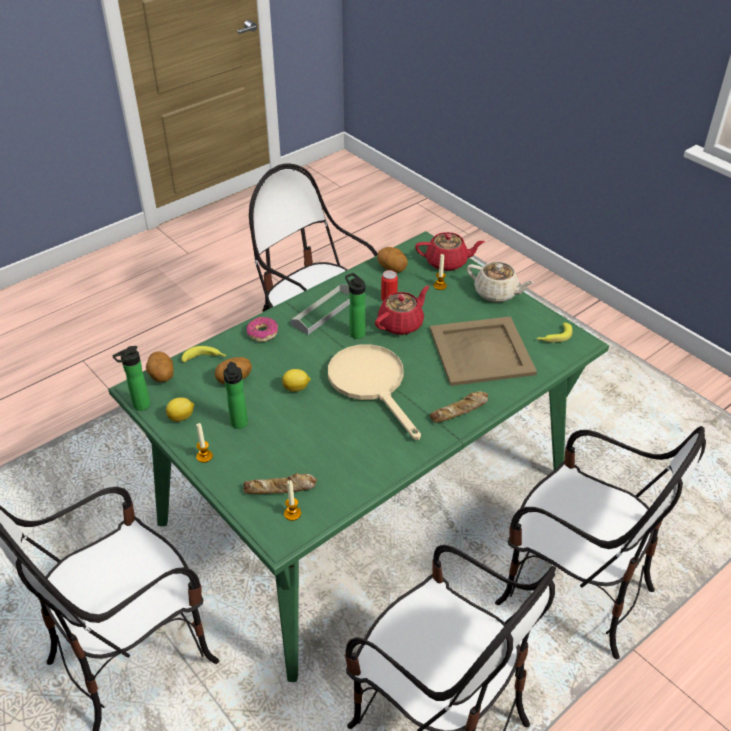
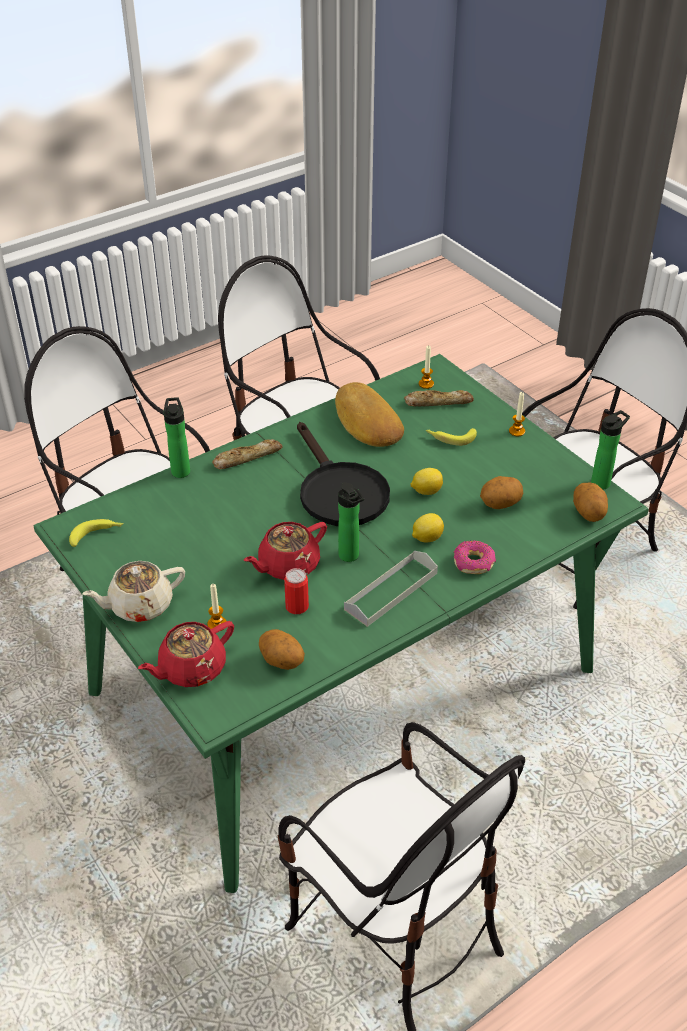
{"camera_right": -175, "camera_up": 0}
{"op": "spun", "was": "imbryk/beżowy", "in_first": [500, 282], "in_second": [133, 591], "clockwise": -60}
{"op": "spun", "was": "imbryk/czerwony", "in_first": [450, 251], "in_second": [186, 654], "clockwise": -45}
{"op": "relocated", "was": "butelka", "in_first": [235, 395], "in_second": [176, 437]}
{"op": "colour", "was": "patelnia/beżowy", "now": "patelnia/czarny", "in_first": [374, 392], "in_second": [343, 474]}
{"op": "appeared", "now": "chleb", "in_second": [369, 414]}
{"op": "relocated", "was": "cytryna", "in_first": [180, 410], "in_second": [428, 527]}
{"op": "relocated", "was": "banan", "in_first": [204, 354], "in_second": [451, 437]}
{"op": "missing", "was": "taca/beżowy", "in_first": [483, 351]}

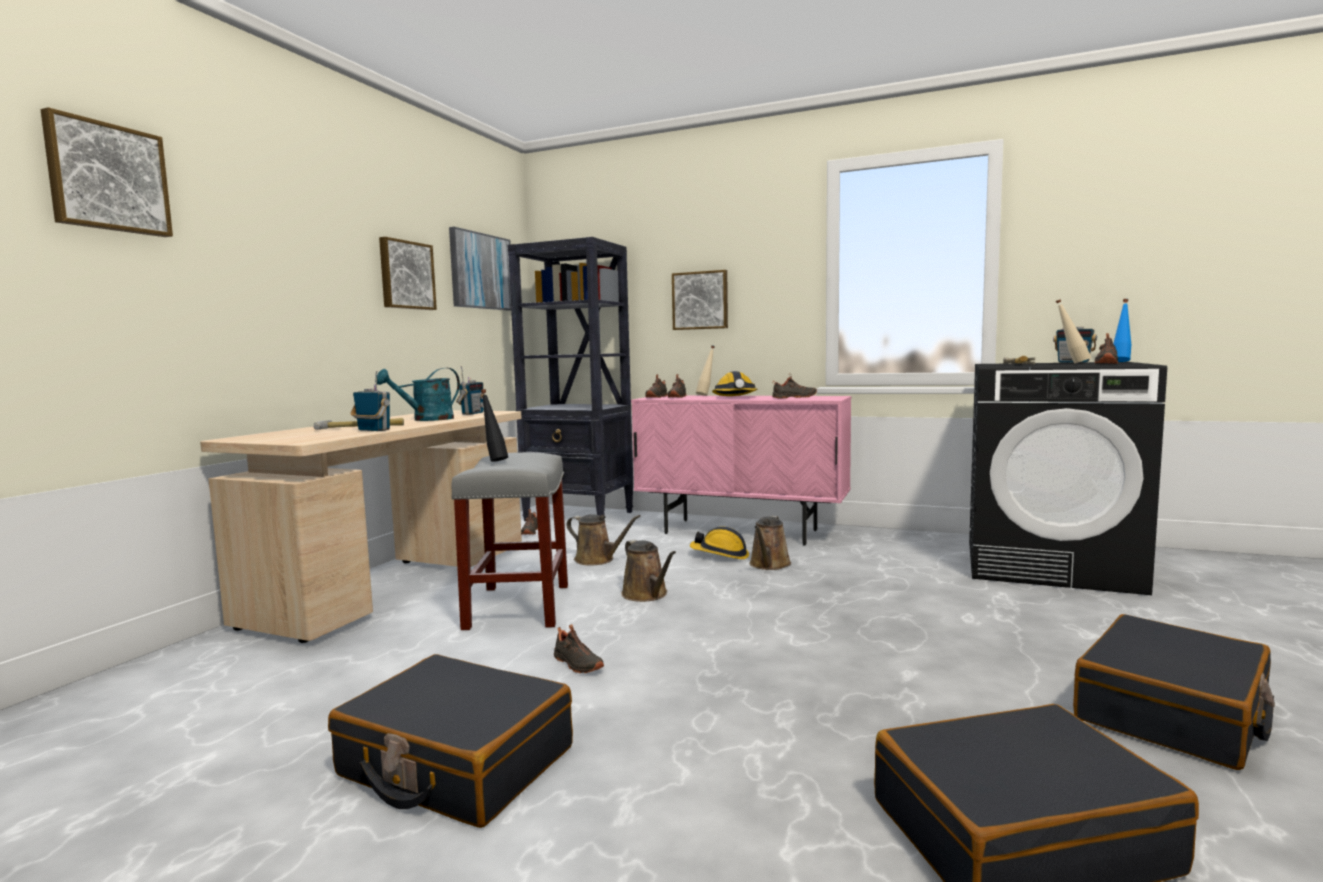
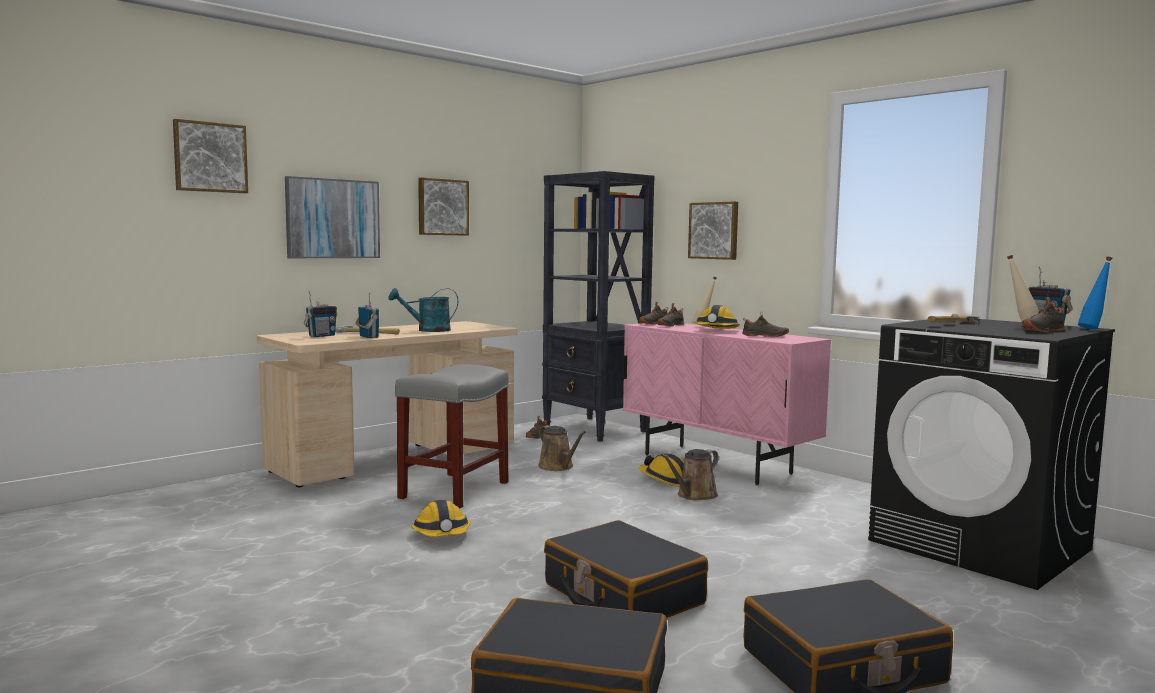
{"camera_right": 25, "camera_up": 0}
{"op": "relocated", "was": "obraz", "in_first": [480, 269], "in_second": [332, 217]}
{"op": "relocated", "was": "radio", "in_first": [470, 390], "in_second": [321, 314]}
{"op": "exchanged", "was": "but/czarny", "now": "kask", "in_first": [579, 648], "in_second": [441, 518]}
{"op": "relocated", "was": "walizka/czarny", "in_first": [450, 741], "in_second": [626, 569]}
{"op": "missing", "was": "butelka/czarny", "in_first": [494, 425]}
{"op": "missing", "was": "konewka/brązowy", "in_first": [648, 570]}

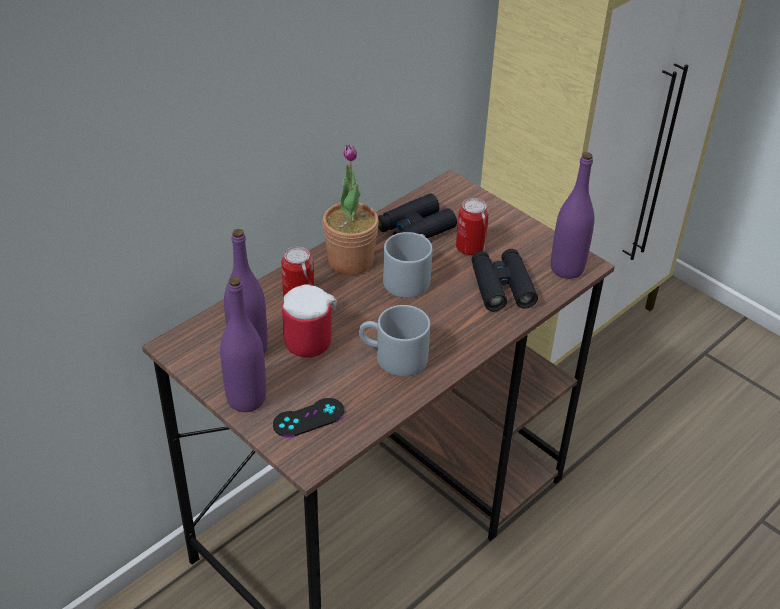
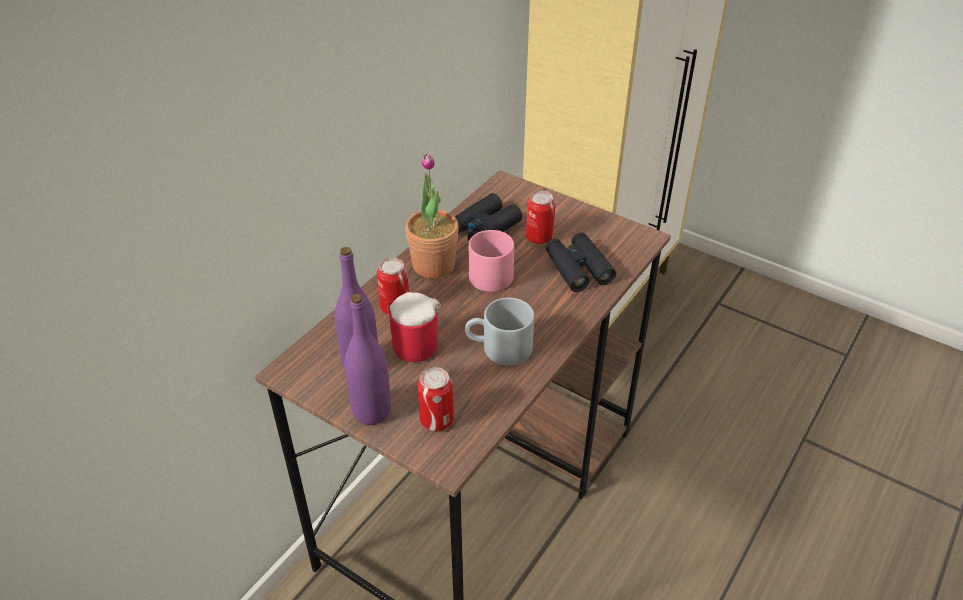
{"camera_right": -10, "camera_up": 0}
{"op": "exchanged", "was": "pad do gier/czarny", "now": "puszka", "in_first": [308, 417], "in_second": [436, 399]}
{"op": "colour", "was": "kubek/szary", "now": "kubek/różowy", "in_first": [407, 265], "in_second": [491, 261]}
{"op": "missing", "was": "butelka/fioletowy", "in_first": [572, 215]}

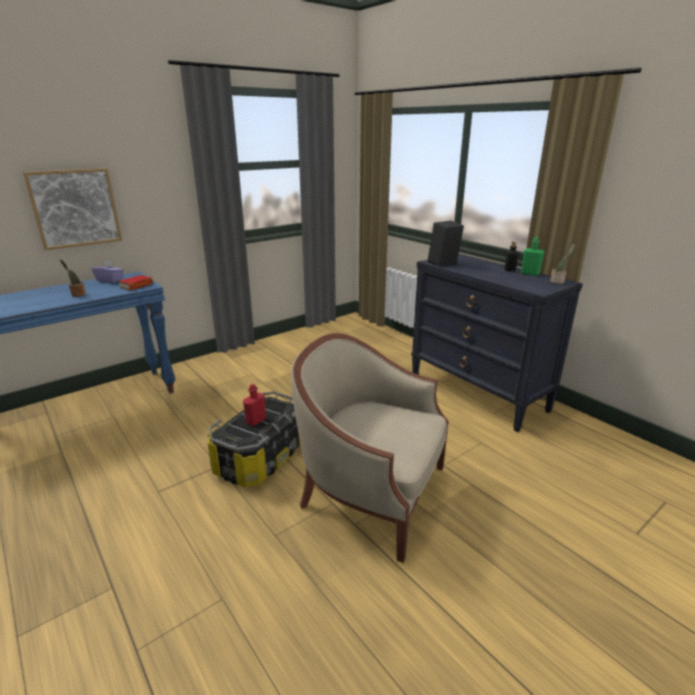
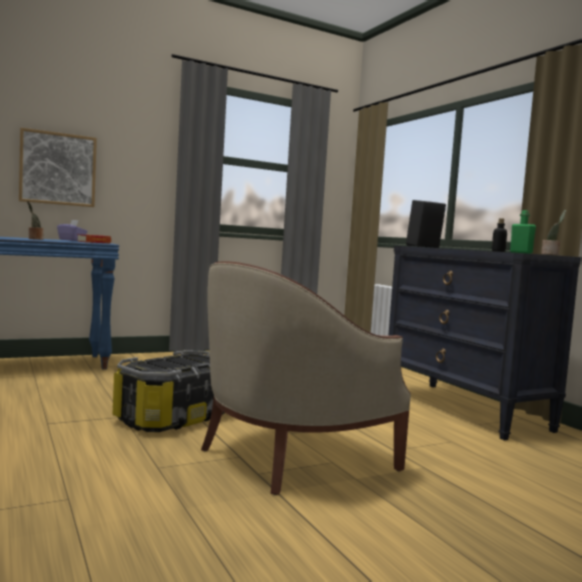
{"camera_right": 10, "camera_up": -20}
{"op": "spun", "was": "fotel/beżowy", "in_first": [370, 448], "in_second": [306, 378], "clockwise": -75}
{"op": "missing", "was": "butelka/czerwony", "in_first": [254, 405]}

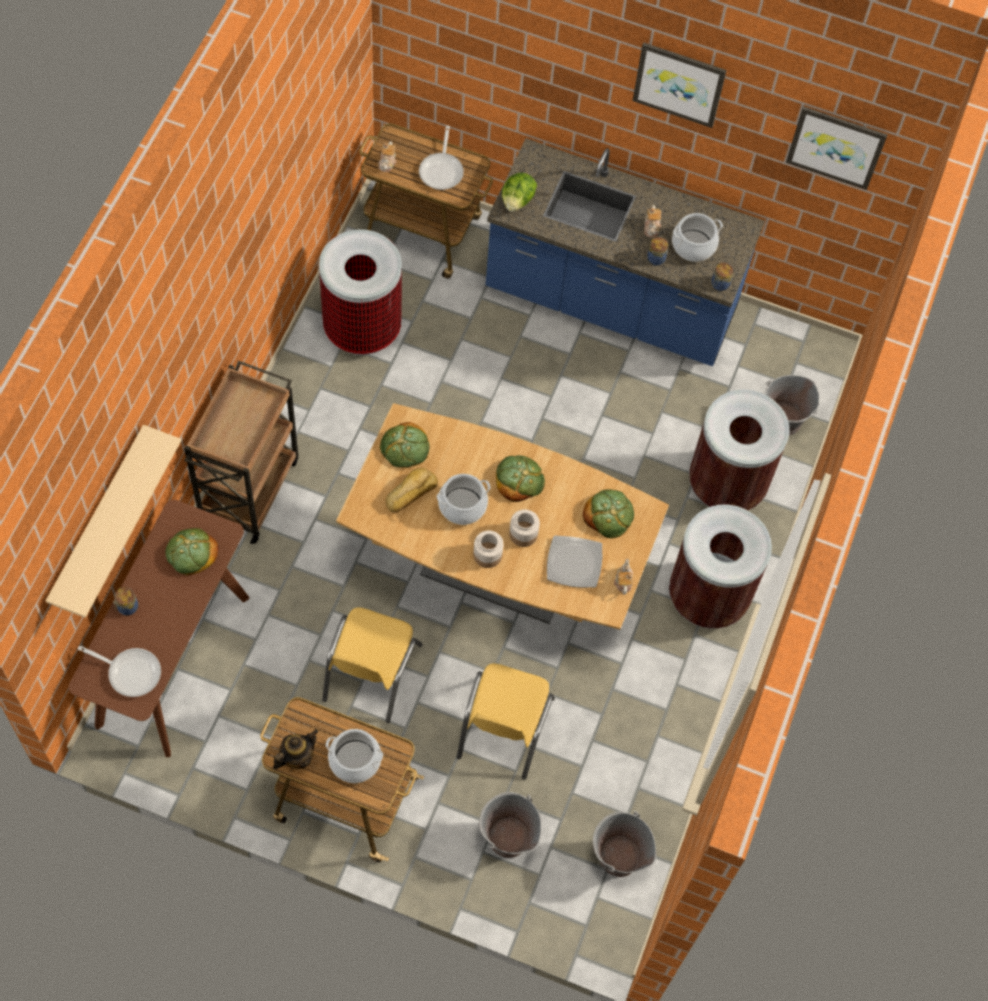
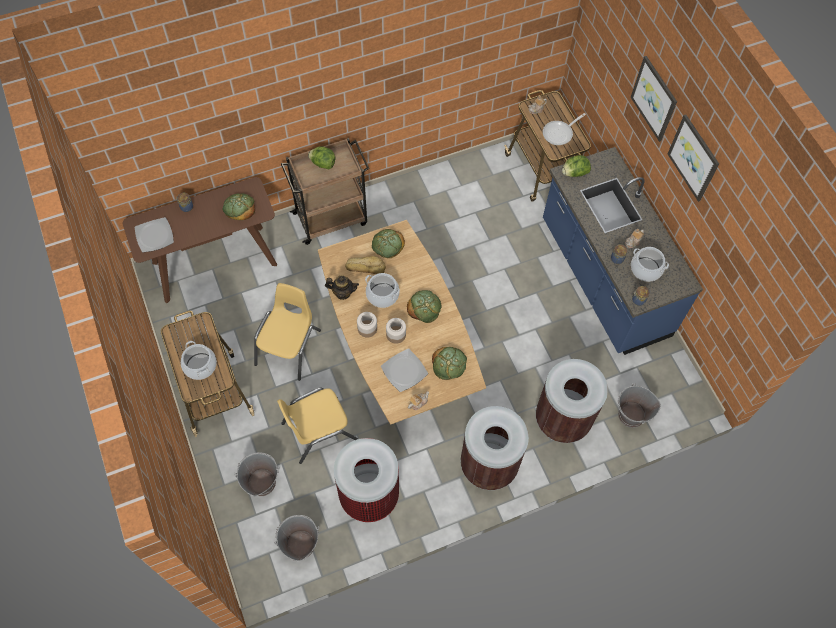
{"camera_right": 50, "camera_up": 0}
{"op": "exchanged", "was": "patelnia", "now": "talerz", "in_first": [119, 671], "in_second": [154, 234]}
{"op": "spun", "was": "krzesło/żółty", "in_first": [372, 665], "in_second": [287, 332], "clockwise": 135}
{"op": "appeared", "now": "sałata", "in_second": [321, 157]}
{"op": "relocated", "was": "imbryk", "in_first": [295, 749], "in_second": [342, 287]}
{"op": "relocated", "was": "kosz na śmieci", "in_first": [360, 292], "in_second": [366, 480]}
{"op": "relocated", "was": "obraz", "in_first": [837, 148], "in_second": [654, 99]}
{"op": "missing", "was": "półka/beżowy", "in_first": [113, 521]}

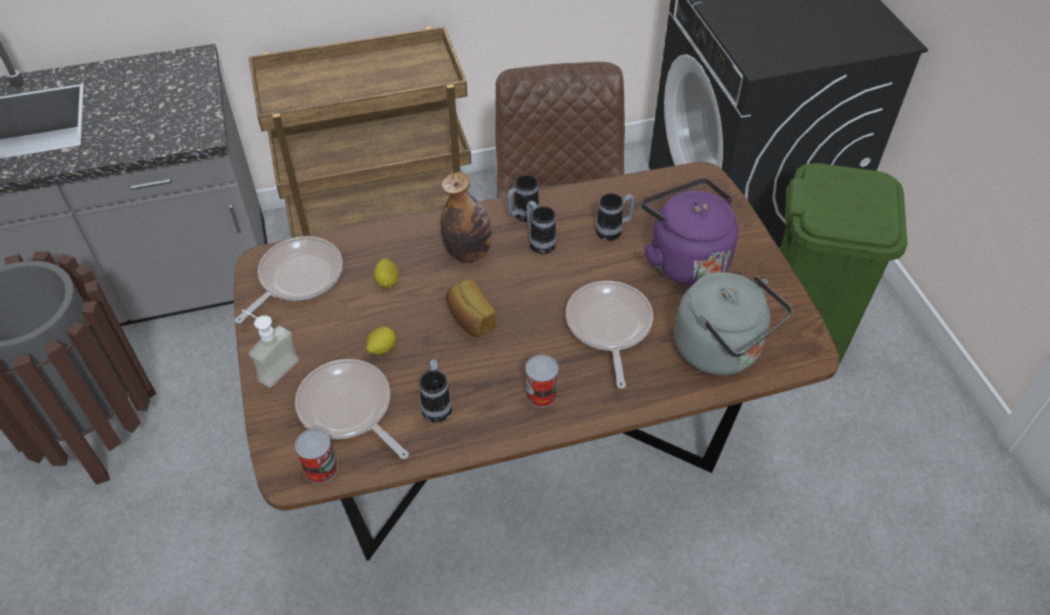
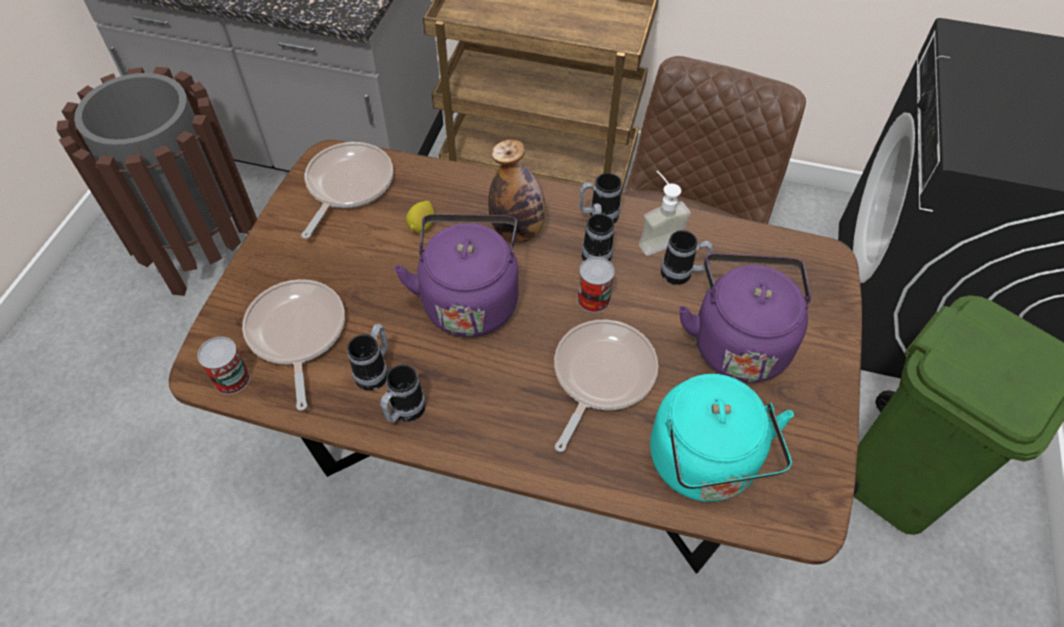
{"camera_right": 30, "camera_up": 5}
{"op": "spun", "was": "patelnia", "in_first": [289, 280], "in_second": [347, 190], "clockwise": -45}
{"op": "appeared", "now": "kubek", "in_second": [403, 394]}
{"op": "exchanged", "was": "chleb", "now": "czajnik/fioletowy", "in_first": [471, 308], "in_second": [456, 275]}
{"op": "relocated", "was": "puszka", "in_first": [541, 381], "in_second": [596, 285]}
{"op": "relocated", "was": "dozownik mydła", "in_first": [270, 349], "in_second": [665, 213]}
{"op": "colour", "was": "czajnik/szary", "now": "czajnik/turkusowy", "in_first": [733, 323], "in_second": [722, 438]}
{"op": "missing", "was": "cytryna", "in_first": [381, 340]}

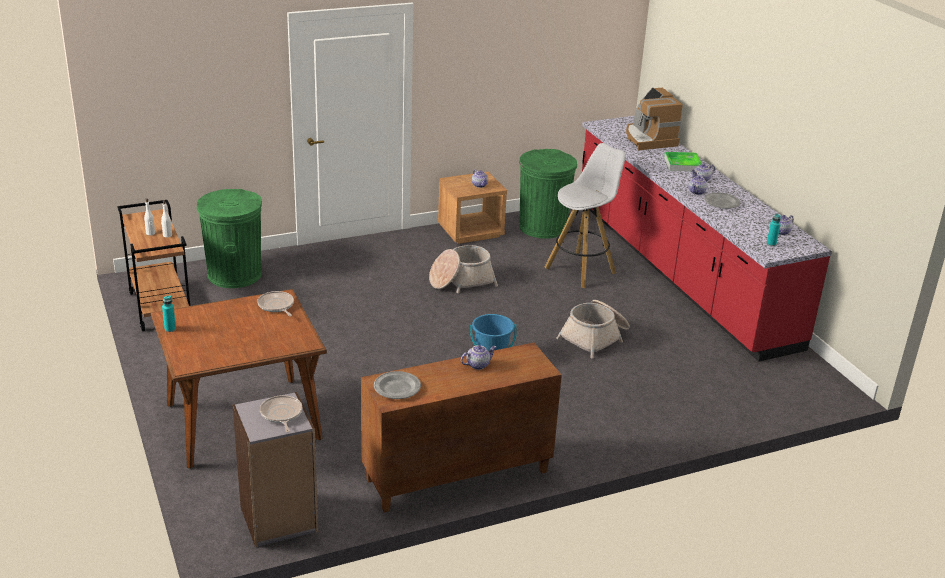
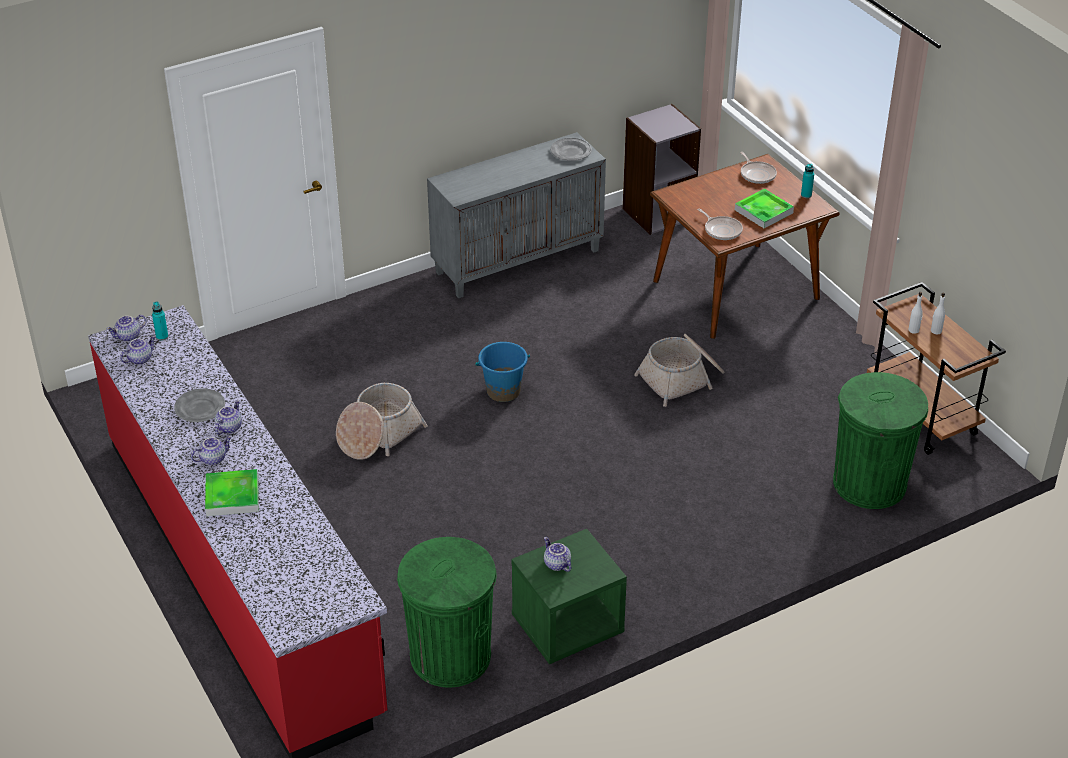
{"camera_right": 175, "camera_up": 10}
{"op": "relocated", "was": "imbryk", "in_first": [478, 357], "in_second": [126, 328]}
{"op": "colour", "was": "szafka/brązowy", "now": "szafka/szary", "in_first": [461, 427], "in_second": [516, 215]}
{"op": "colour", "was": "szafka nocna/brązowy", "now": "szafka nocna/zielony", "in_first": [472, 208], "in_second": [569, 596]}
{"op": "relocated", "was": "koszyk", "in_first": [463, 269], "in_second": [679, 370]}
{"op": "appeared", "now": "taca", "in_second": [764, 208]}
{"op": "relocated", "was": "patelnia", "in_first": [281, 413], "in_second": [758, 168]}
{"op": "missing", "was": "stołek/biały", "in_first": [585, 215]}
{"op": "missing", "was": "ekspres do kawy", "in_first": [654, 119]}

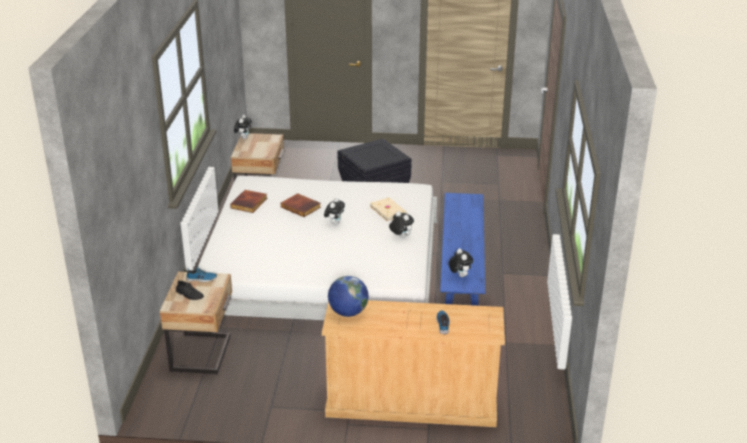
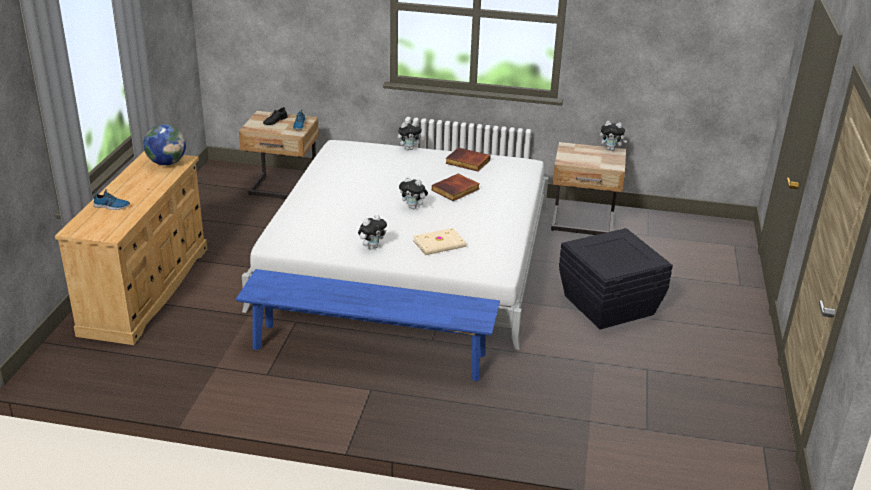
{"camera_right": 95, "camera_up": 0}
{"op": "relocated", "was": "pluszak", "in_first": [461, 262], "in_second": [411, 136]}

